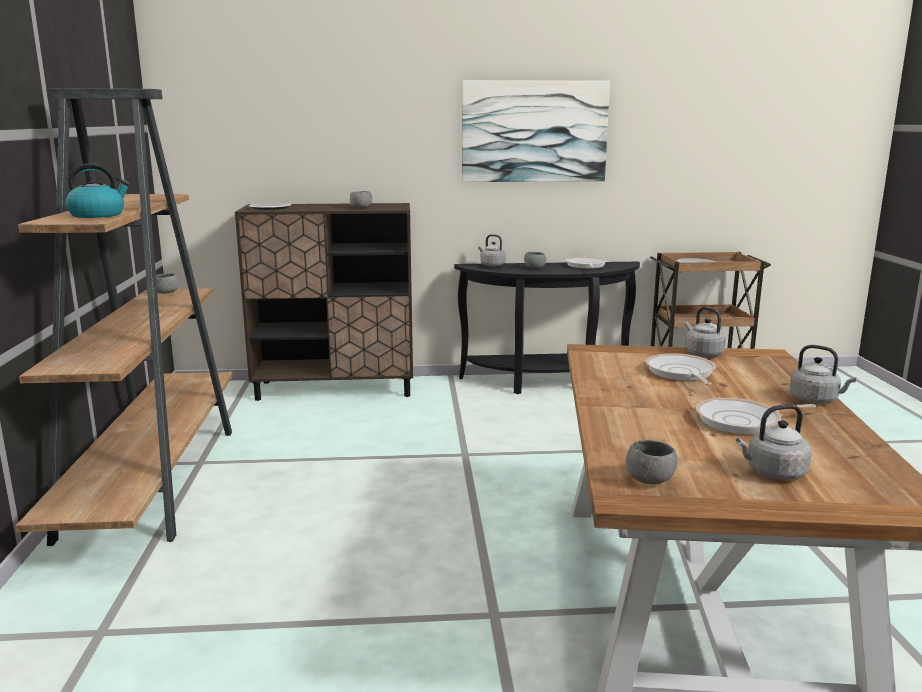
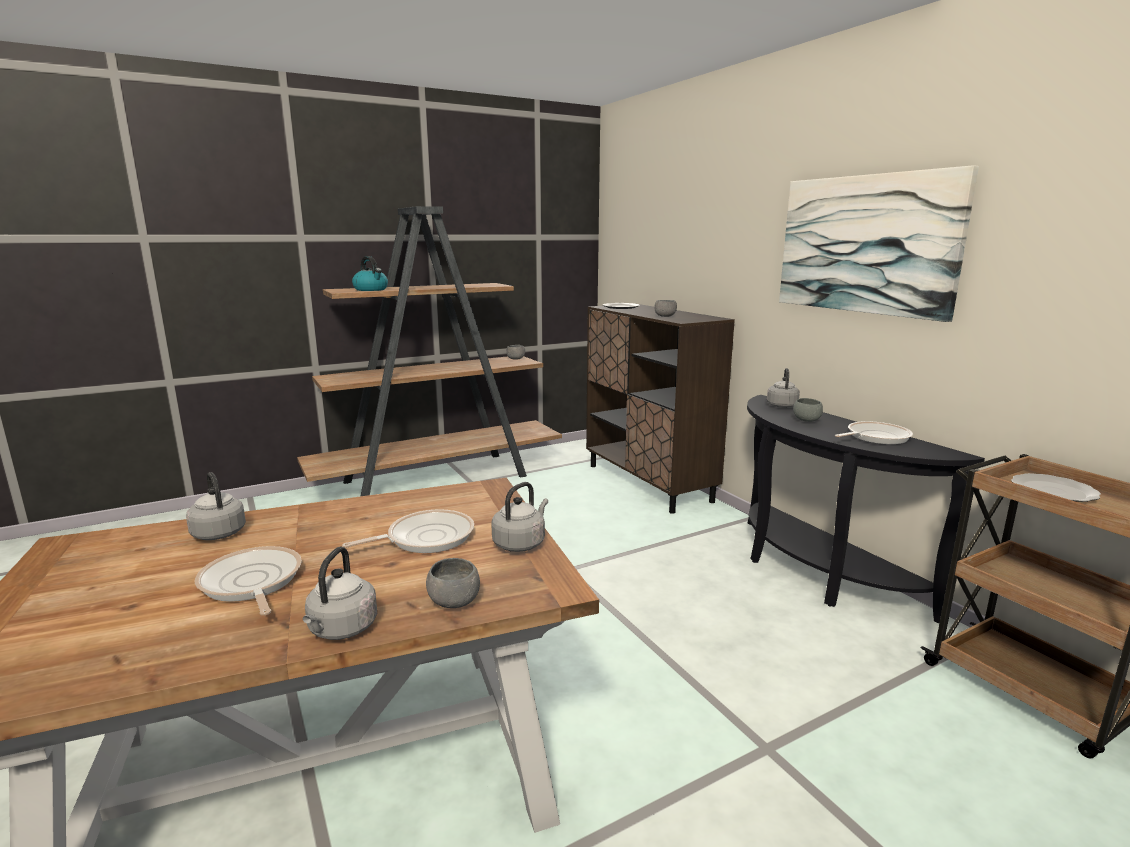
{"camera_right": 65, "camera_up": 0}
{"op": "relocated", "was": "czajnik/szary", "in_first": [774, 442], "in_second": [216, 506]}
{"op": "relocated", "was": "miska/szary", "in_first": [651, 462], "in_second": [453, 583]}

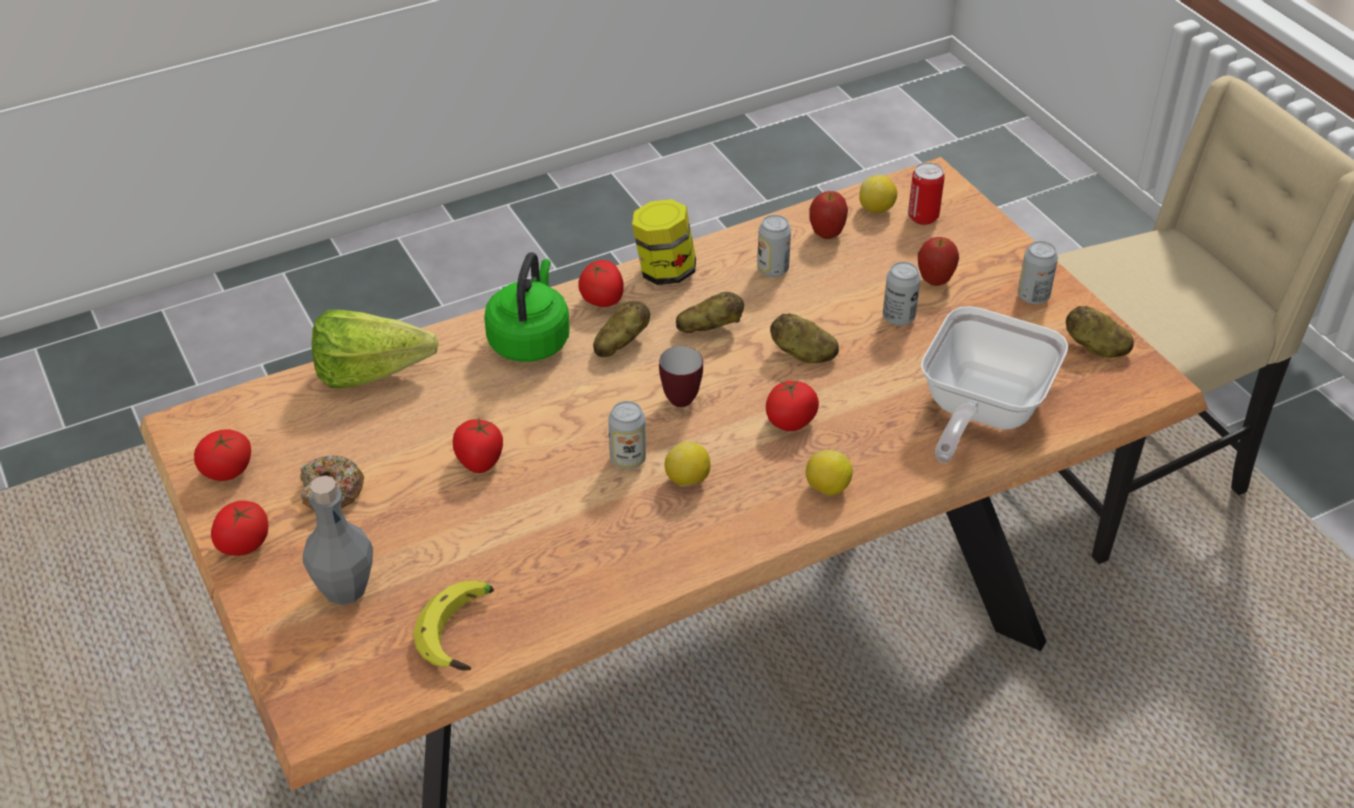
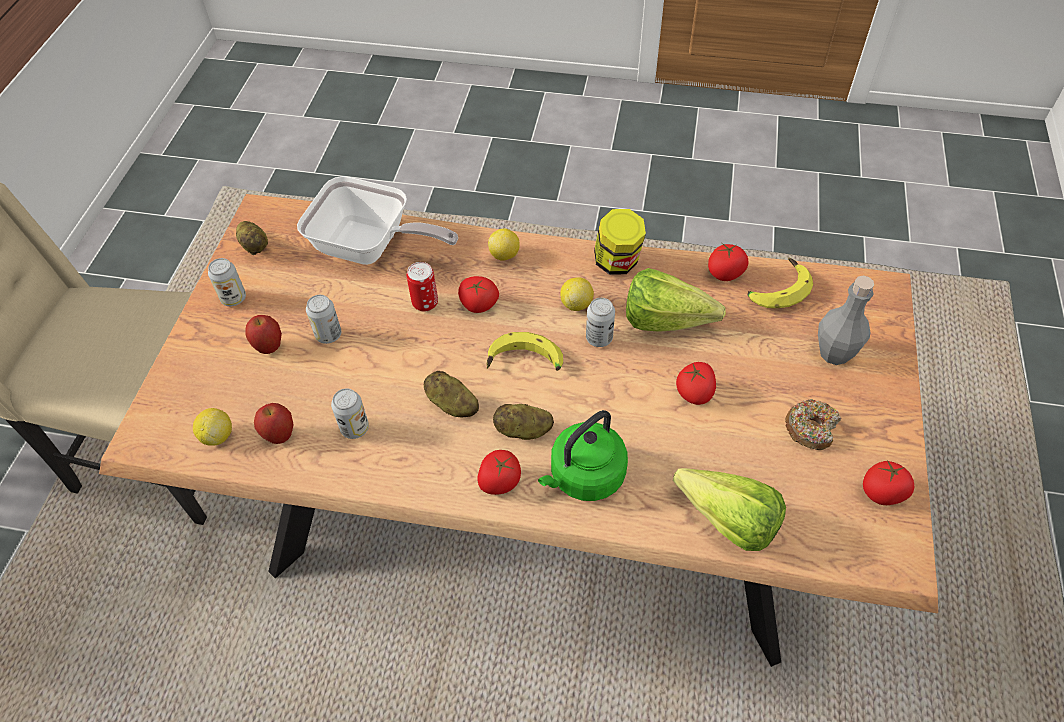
{"camera_right": -140, "camera_up": 10}
{"op": "spun", "was": "patelnia", "in_first": [994, 384], "in_second": [377, 220], "clockwise": 45}
{"op": "relocated", "was": "puszka", "in_first": [926, 193], "in_second": [422, 287]}
{"op": "exchanged", "was": "kubek", "now": "banan", "in_first": [681, 376], "in_second": [525, 351]}
{"op": "relocated", "was": "słoik", "in_first": [664, 242], "in_second": [620, 242]}
{"op": "appeared", "now": "sałata", "in_second": [676, 300]}
{"op": "relocated", "was": "pomidor", "in_first": [239, 528], "in_second": [728, 262]}
{"op": "missing", "was": "ziemniak", "in_first": [804, 338]}

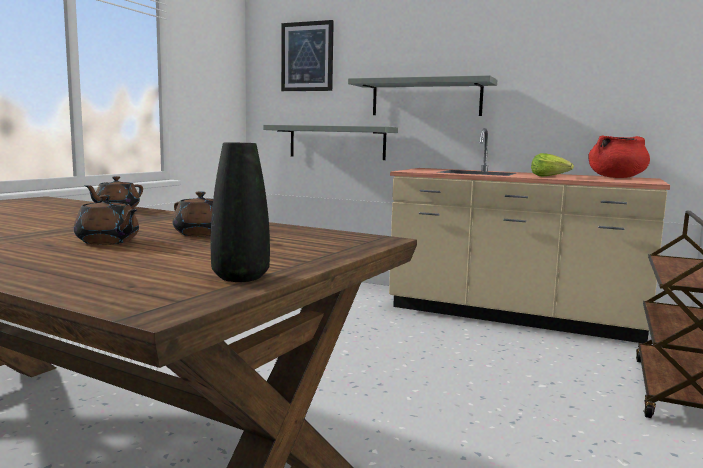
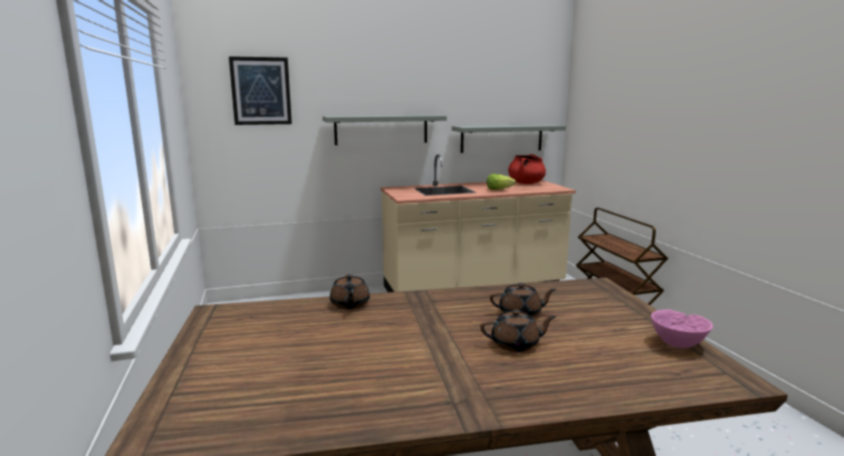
{"camera_right": -40, "camera_up": 5}
{"op": "relocated", "was": "półka/szary", "in_first": [330, 142], "in_second": [509, 138]}
{"op": "exchanged", "was": "wazon/czarny", "now": "miska/różowy", "in_first": [240, 212], "in_second": [682, 329]}

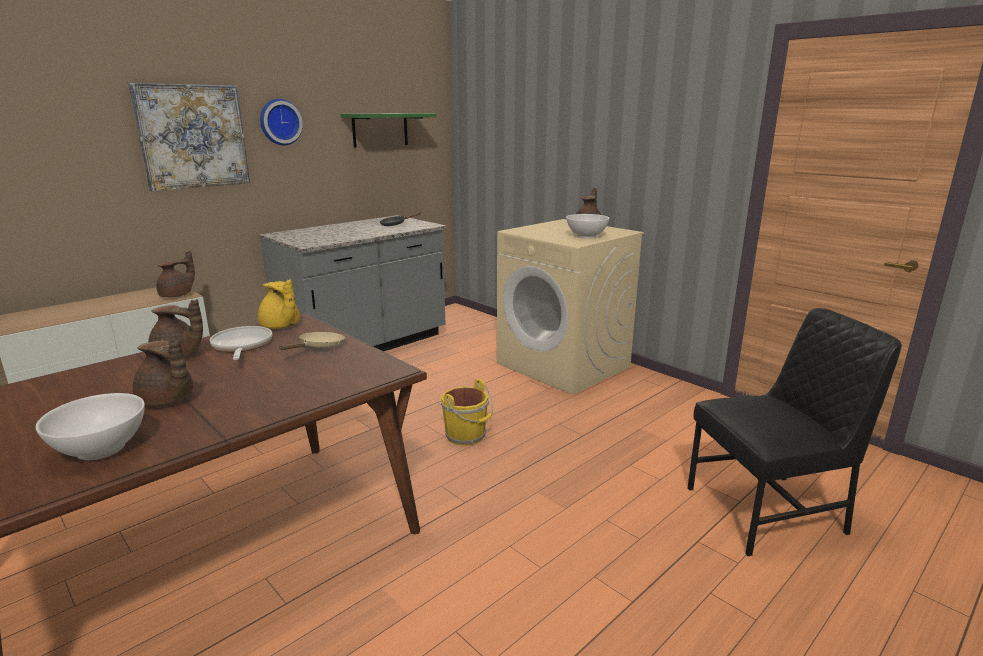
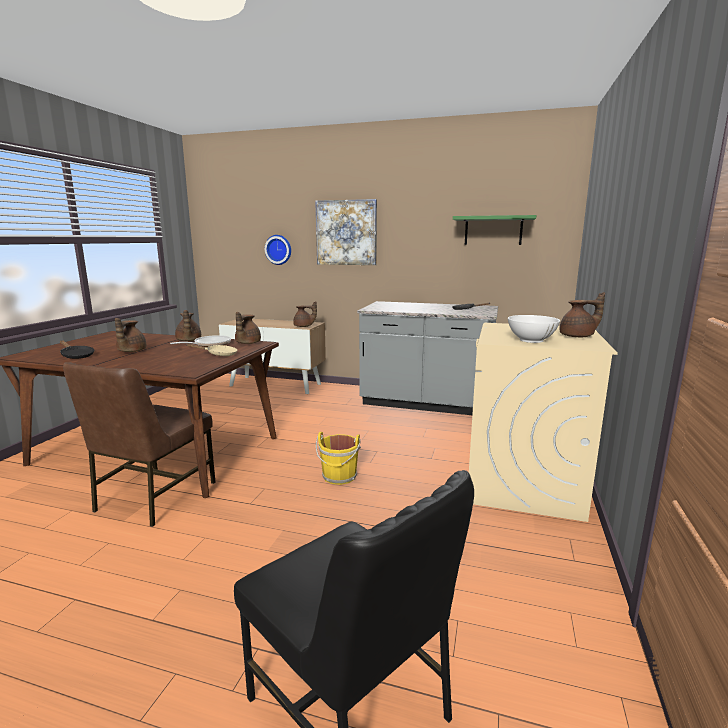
{"camera_right": 60, "camera_up": -5}
{"op": "exchanged", "was": "miska/biały", "now": "patelnia/czarny", "in_first": [90, 426], "in_second": [77, 349]}
{"op": "appeared", "now": "krzesło/brązowy", "in_second": [139, 444]}
{"op": "colour", "was": "imbryk/żółty", "now": "imbryk/brązowy", "in_first": [279, 304], "in_second": [248, 328]}
{"op": "relocated", "was": "zegar ścienny", "in_first": [281, 122], "in_second": [278, 250]}

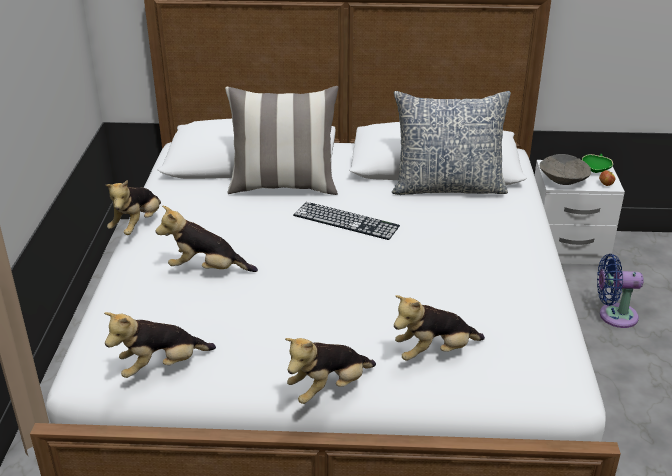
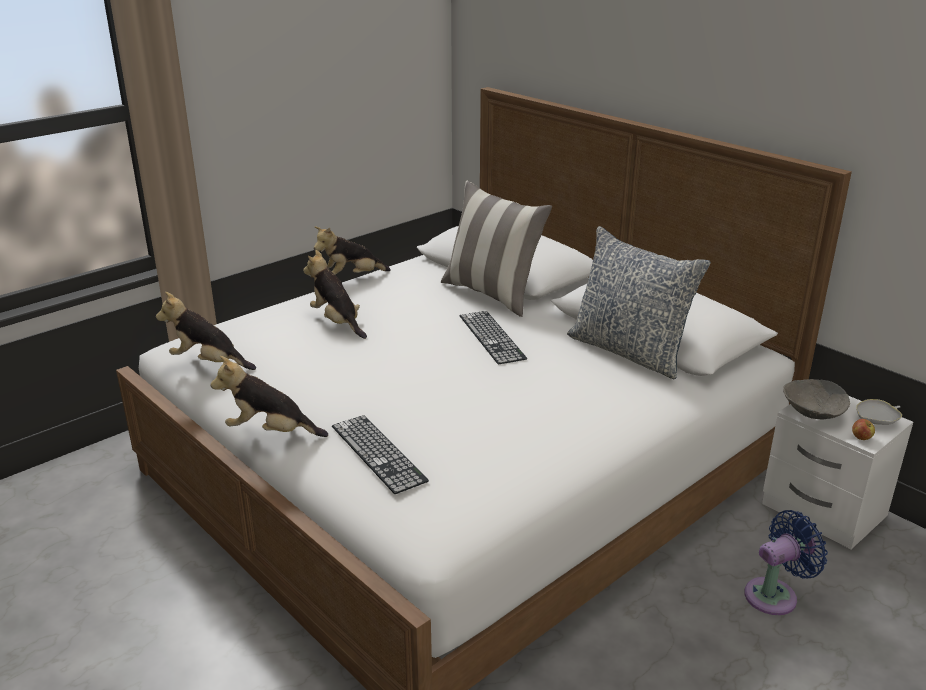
{"camera_right": 45, "camera_up": -5}
{"op": "exchanged", "was": "pluszak", "now": "klawiatura", "in_first": [439, 328], "in_second": [380, 454]}
{"op": "spun", "was": "wentylator/niebieski", "in_first": [620, 291], "in_second": [786, 562], "clockwise": 105}
{"op": "colour", "was": "miska/zielony", "now": "miska/biały", "in_first": [597, 163], "in_second": [879, 412]}

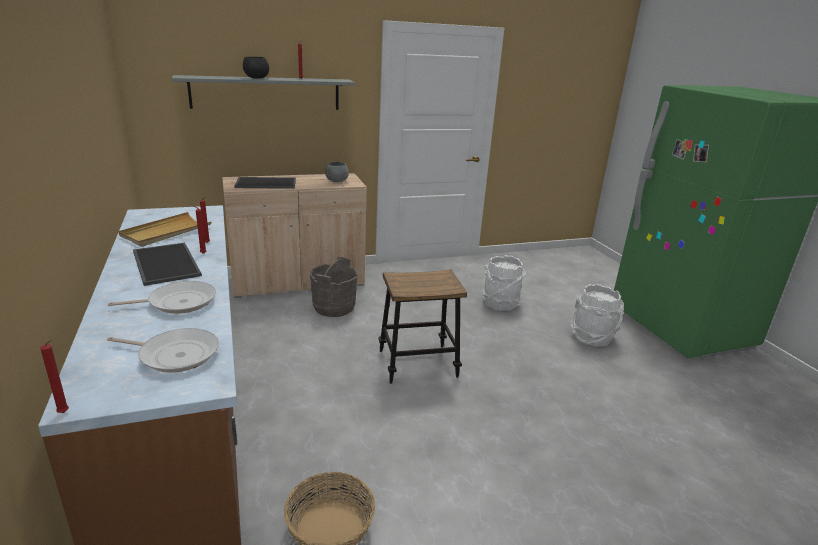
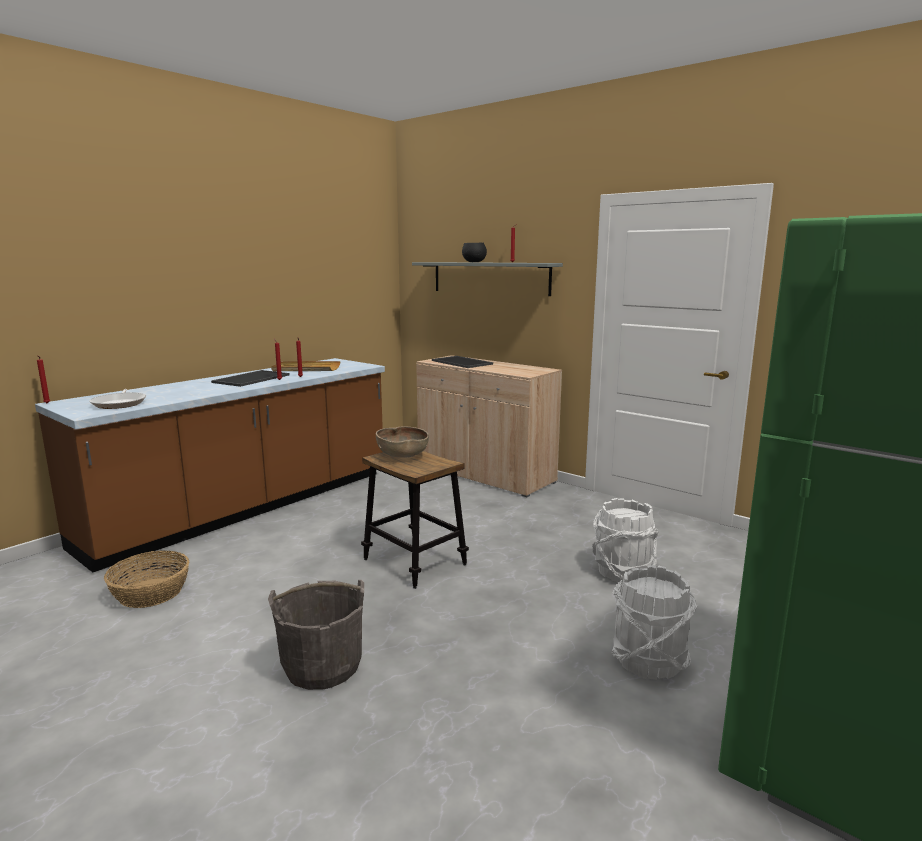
{"camera_right": 60, "camera_up": -10}
{"op": "relocated", "was": "wiadro/szary", "in_first": [334, 287], "in_second": [316, 635]}
{"op": "appeared", "now": "miska/brązowy", "in_second": [402, 442]}
{"op": "missing", "was": "patelnia", "in_first": [162, 297]}
{"op": "missing", "was": "miska/szary", "in_first": [337, 171]}

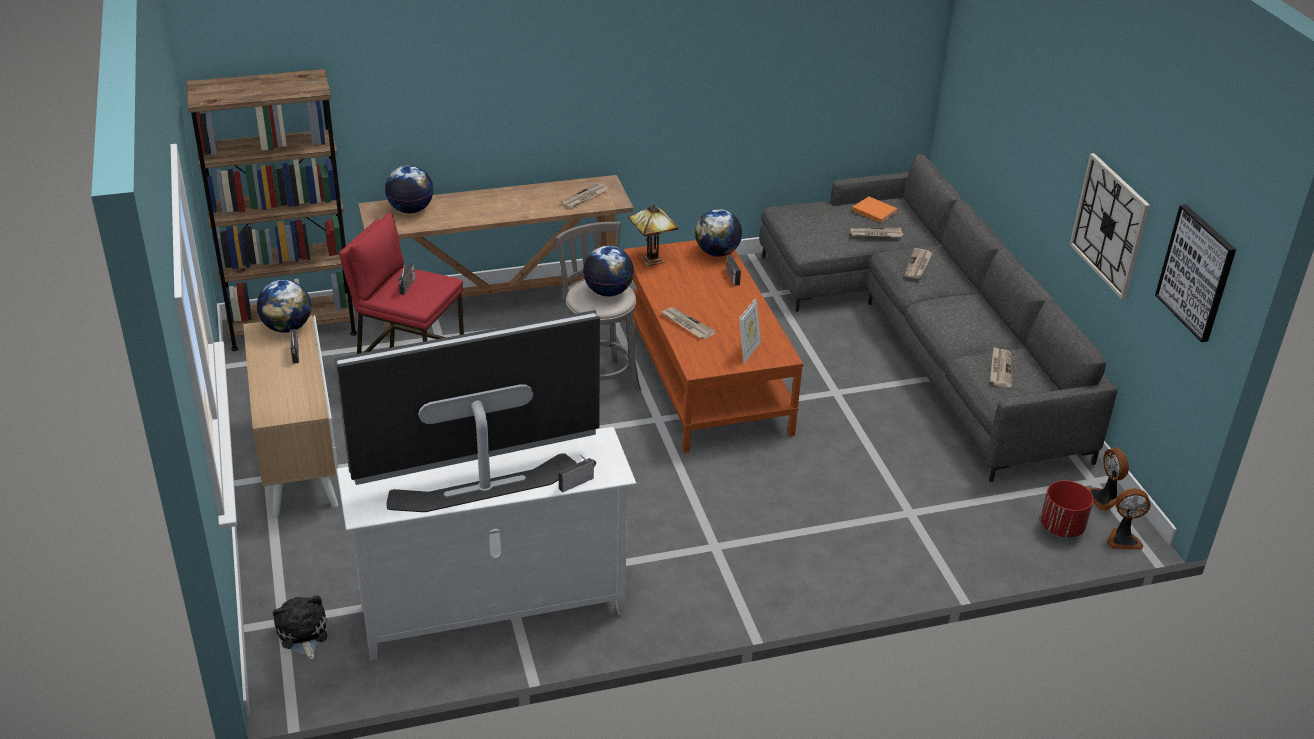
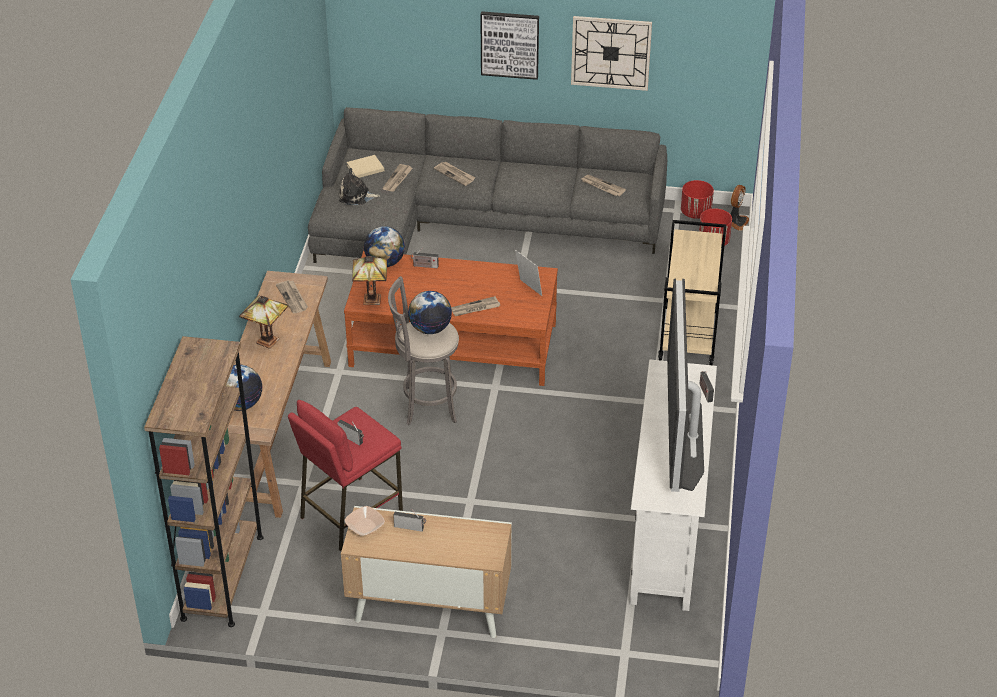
{"camera_right": -65, "camera_up": 5}
{"op": "appeared", "now": "lampa stołowa", "in_second": [263, 322]}
{"op": "relocated", "was": "pluszak", "in_first": [300, 627], "in_second": [359, 186]}
{"op": "exchanged", "was": "globus", "now": "miska", "in_first": [284, 306], "in_second": [365, 521]}
{"op": "colour", "was": "książka/pomarańczowy", "now": "książka/beżowy", "in_first": [875, 210], "in_second": [365, 166]}
{"op": "relocated", "was": "obraz", "in_first": [1195, 273], "in_second": [509, 45]}
{"op": "appeared", "now": "wózek/beżowy", "in_second": [692, 292]}
{"op": "exchanged", "was": "wentylator", "now": "donica/czerwony", "in_first": [1108, 479], "in_second": [697, 199]}

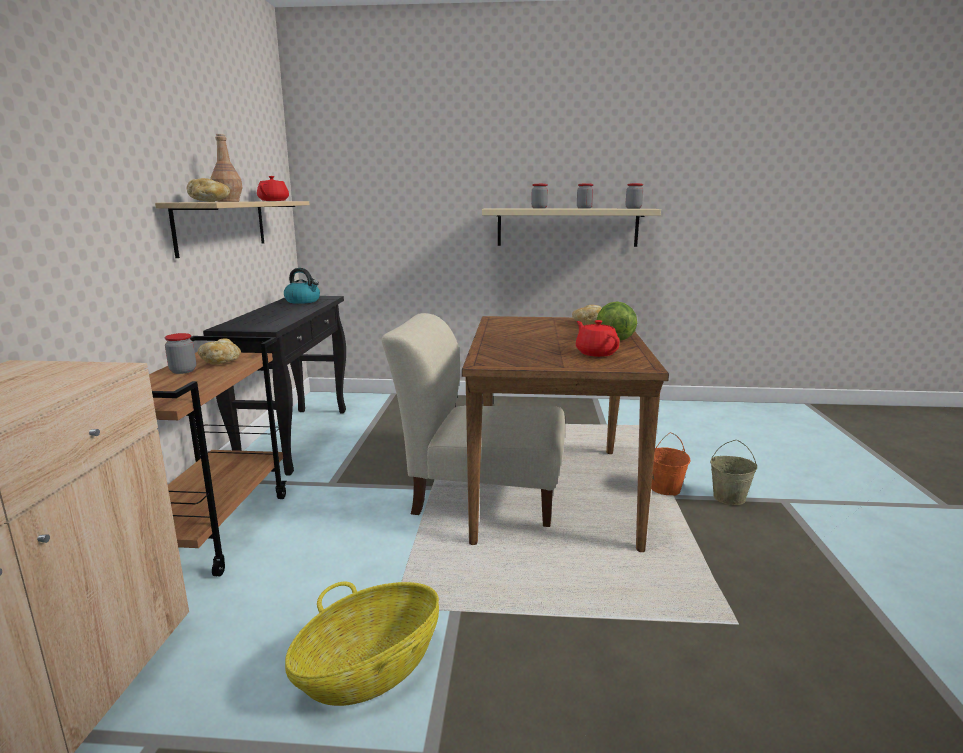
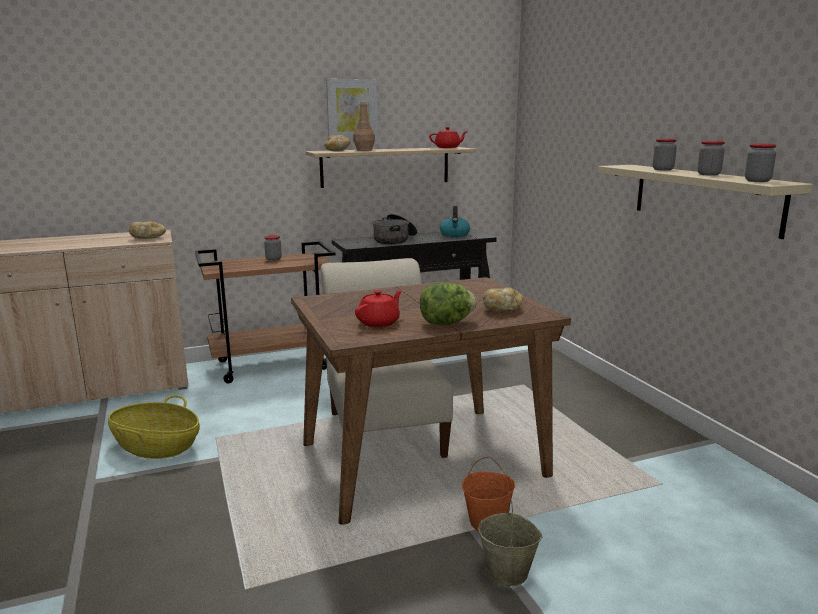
{"camera_right": 65, "camera_up": 0}
{"op": "relocated", "was": "chleb", "in_first": [219, 351], "in_second": [147, 230]}
{"op": "appeared", "now": "obraz", "in_second": [352, 109]}
{"op": "appeared", "now": "garnek", "in_second": [394, 229]}

